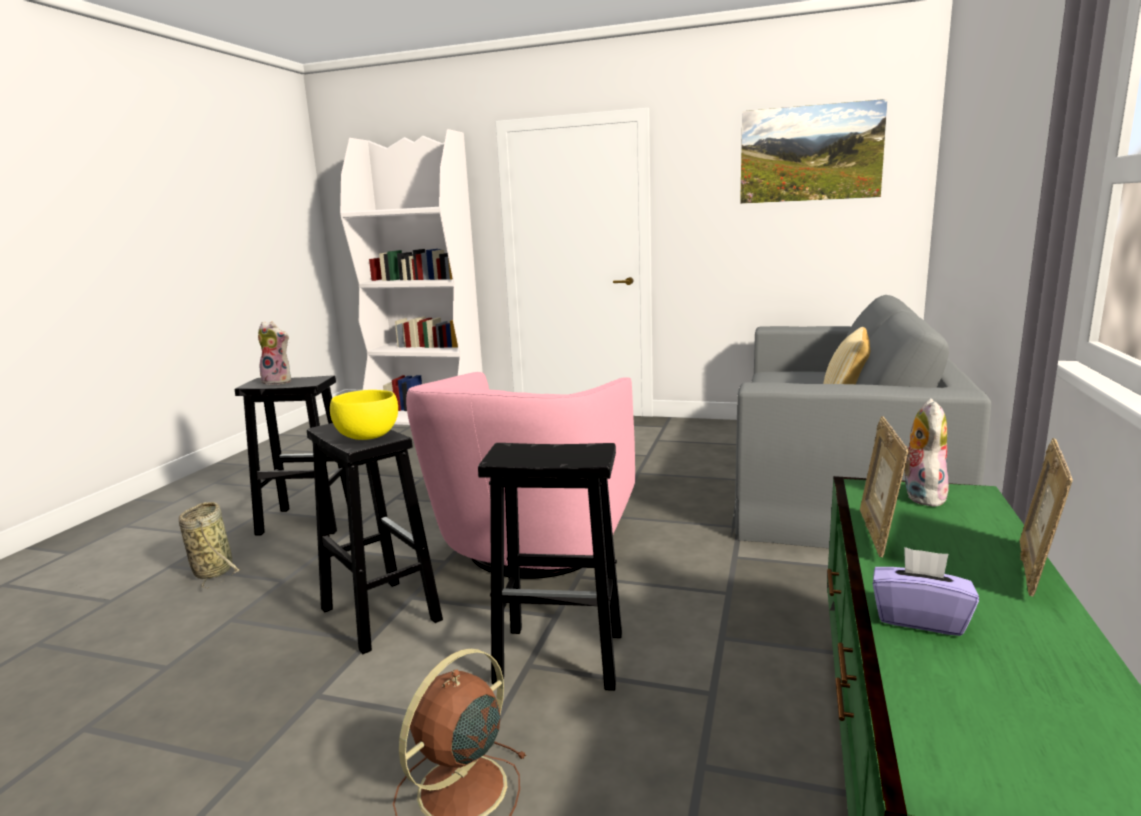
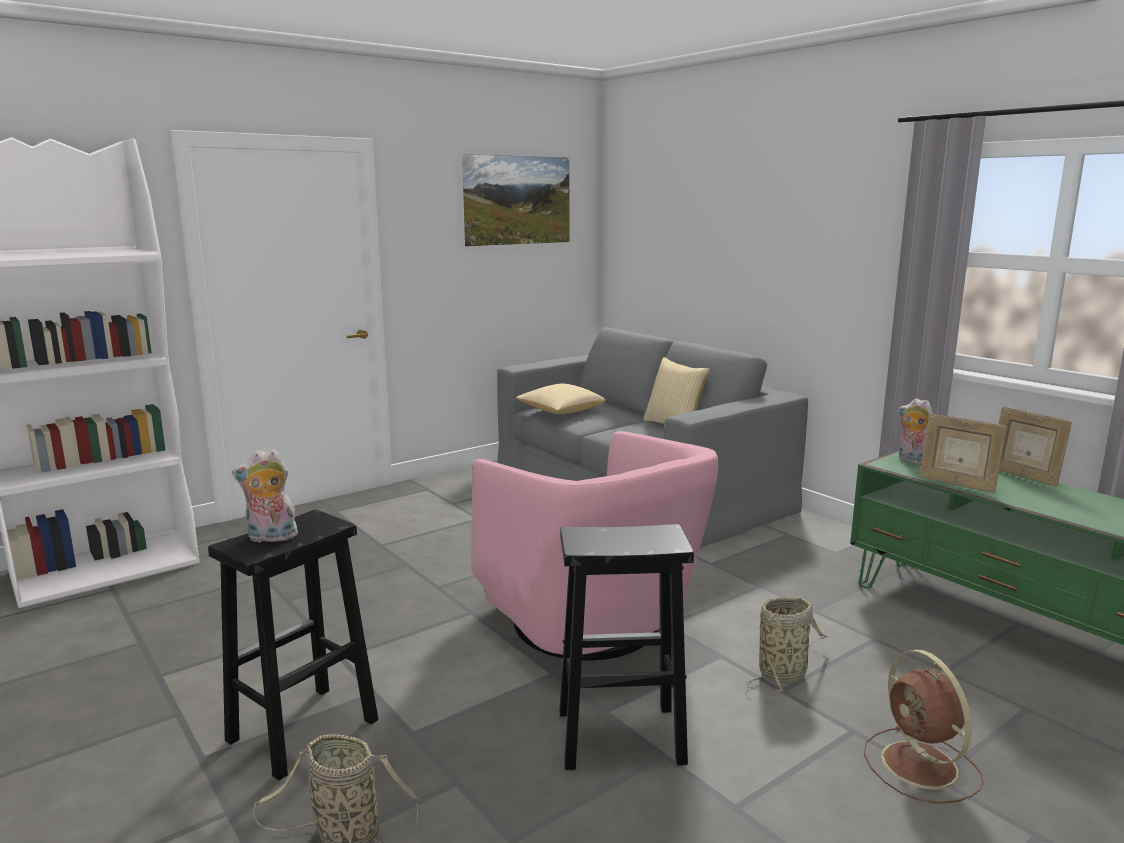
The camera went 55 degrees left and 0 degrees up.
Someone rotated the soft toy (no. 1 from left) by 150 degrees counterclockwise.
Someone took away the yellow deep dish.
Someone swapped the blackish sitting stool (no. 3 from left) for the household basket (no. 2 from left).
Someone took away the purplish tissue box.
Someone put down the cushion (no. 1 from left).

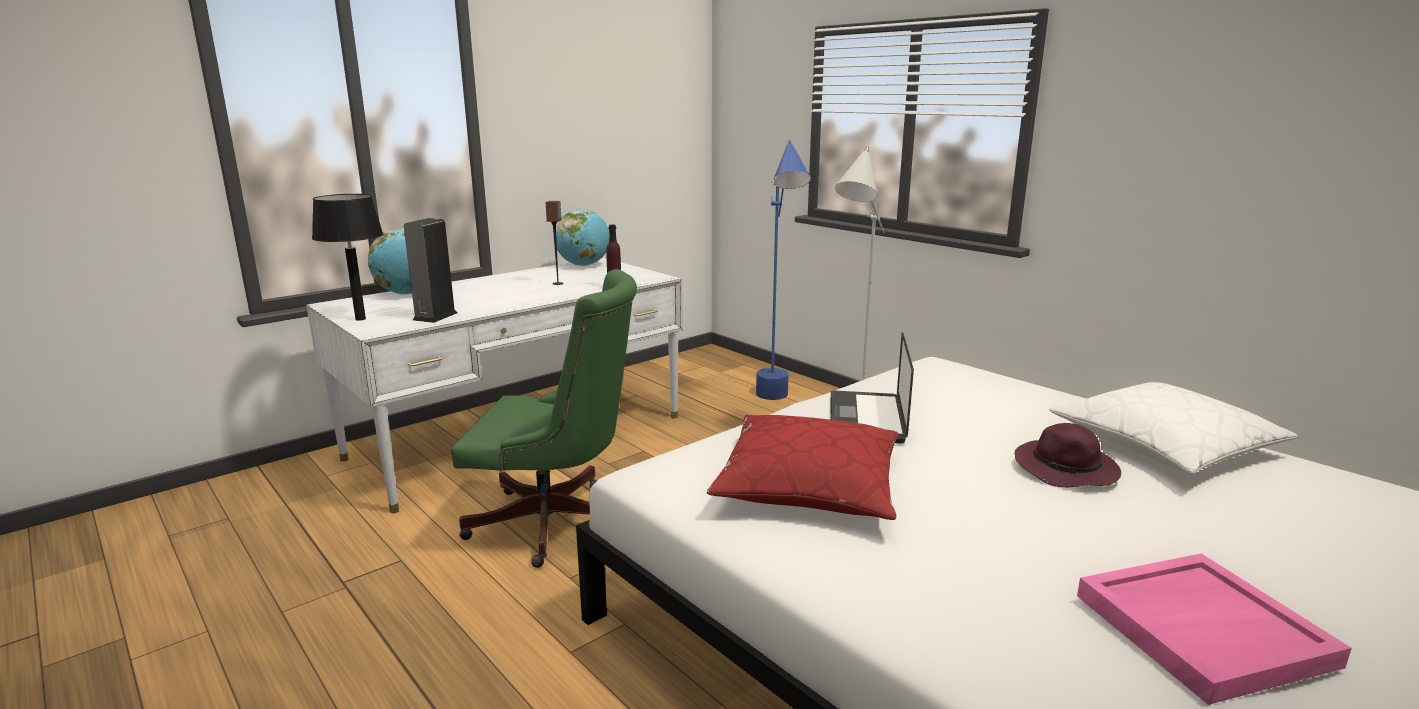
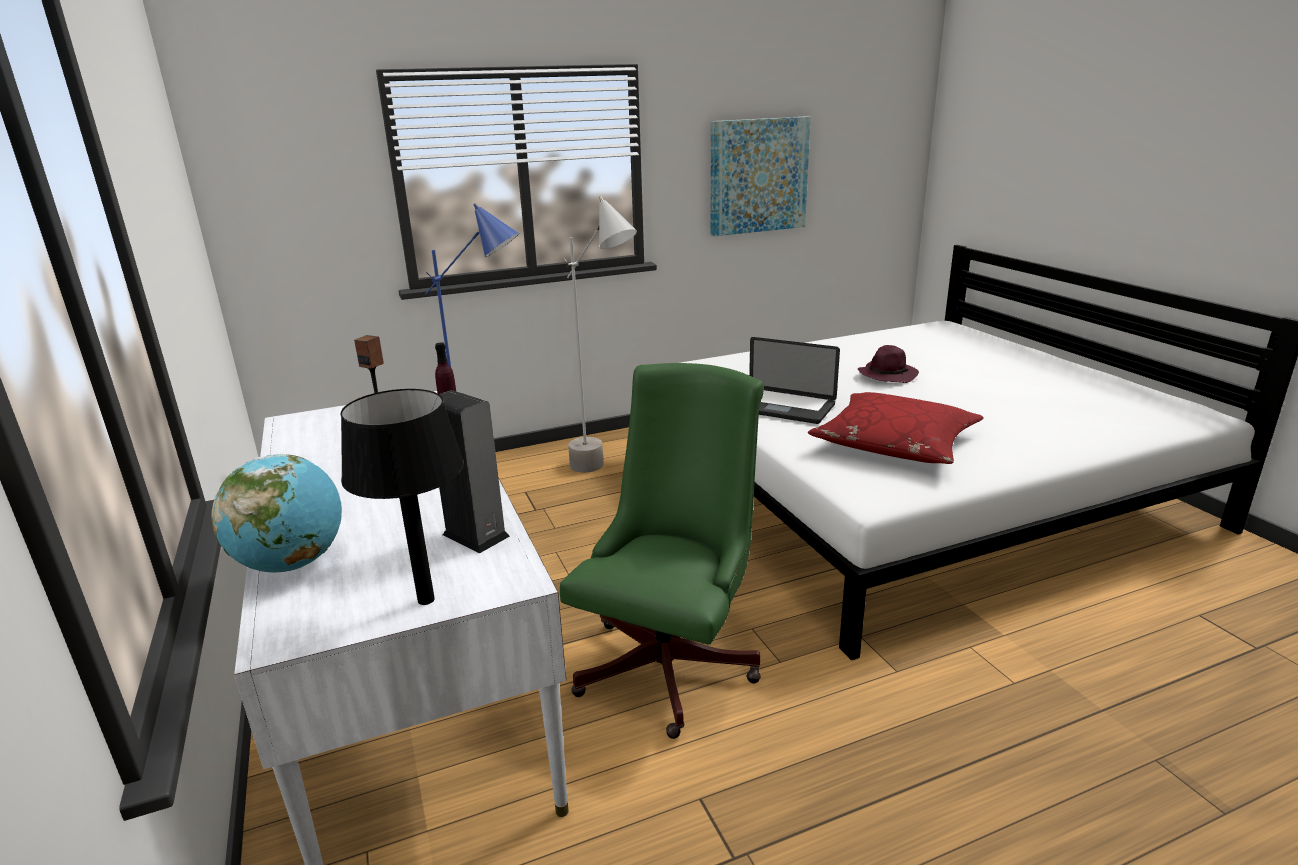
The camera went 70 degrees left and 5 degrees up.
Someone took away the world globe (no. 2 from left).
Someone took away the white cushion.
Someone took away the pinkish carrying tray.
Someone put up the wall art.

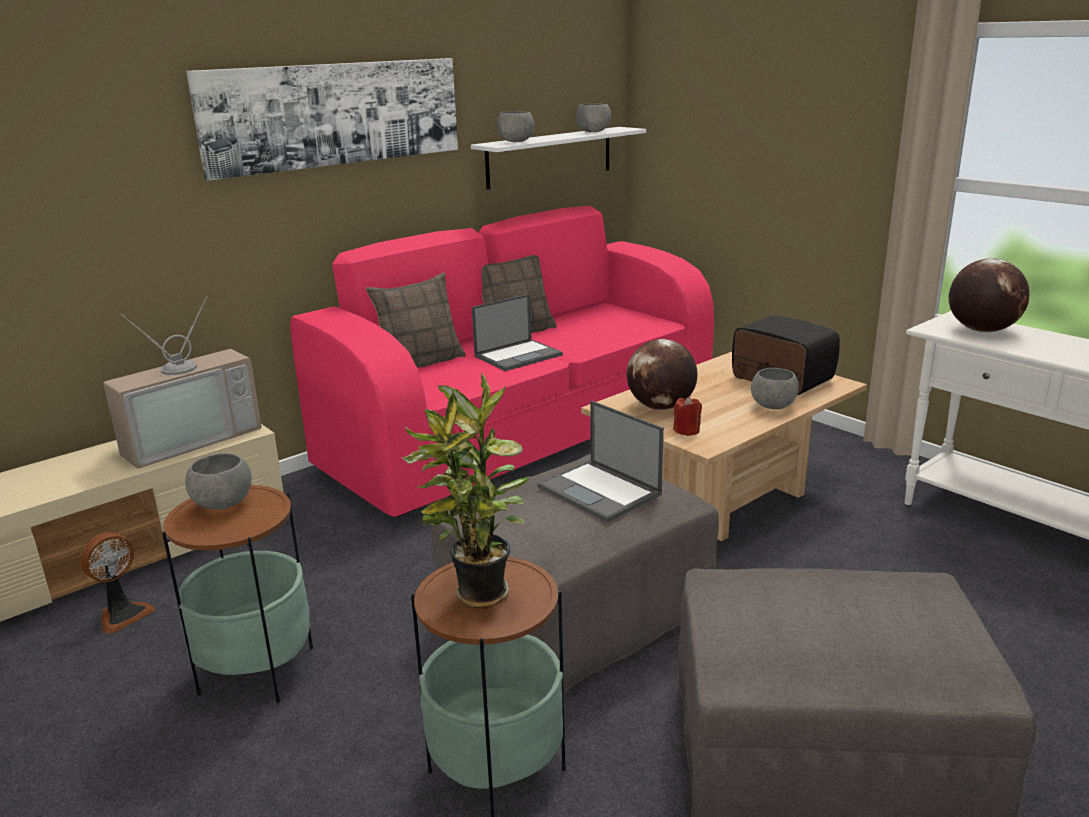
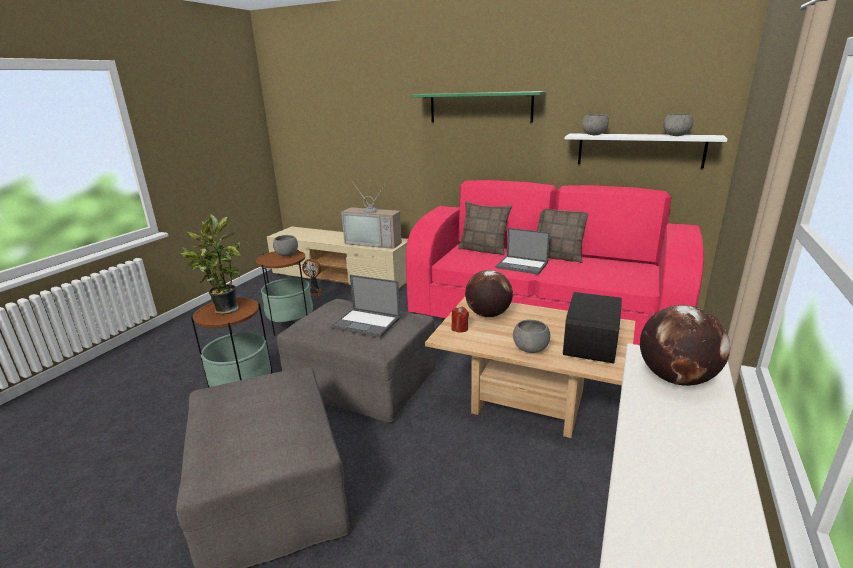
The camera went 65 degrees right and 0 degrees up.
Someone swapped the wall art for the green-coloured shelf.
Someone rotated the notebook computer (no. 2 from left in the first image) by 90 degrees counterclockwise.

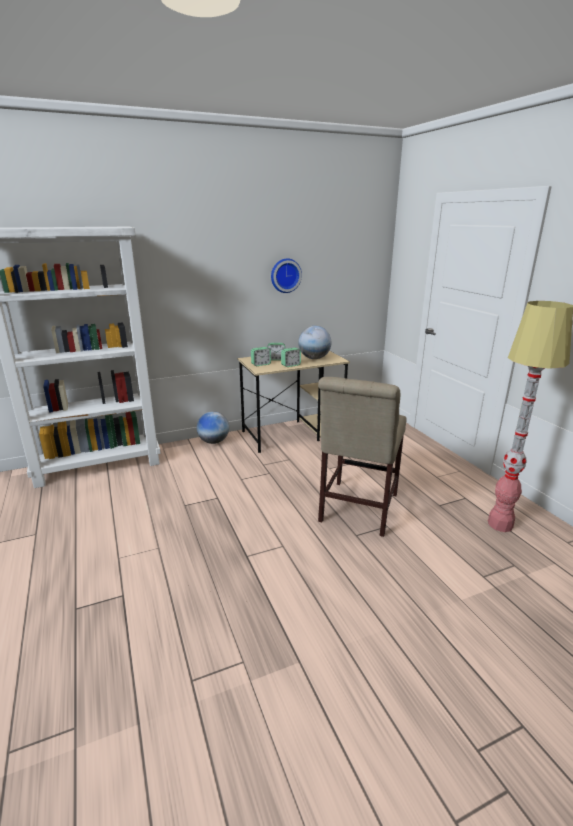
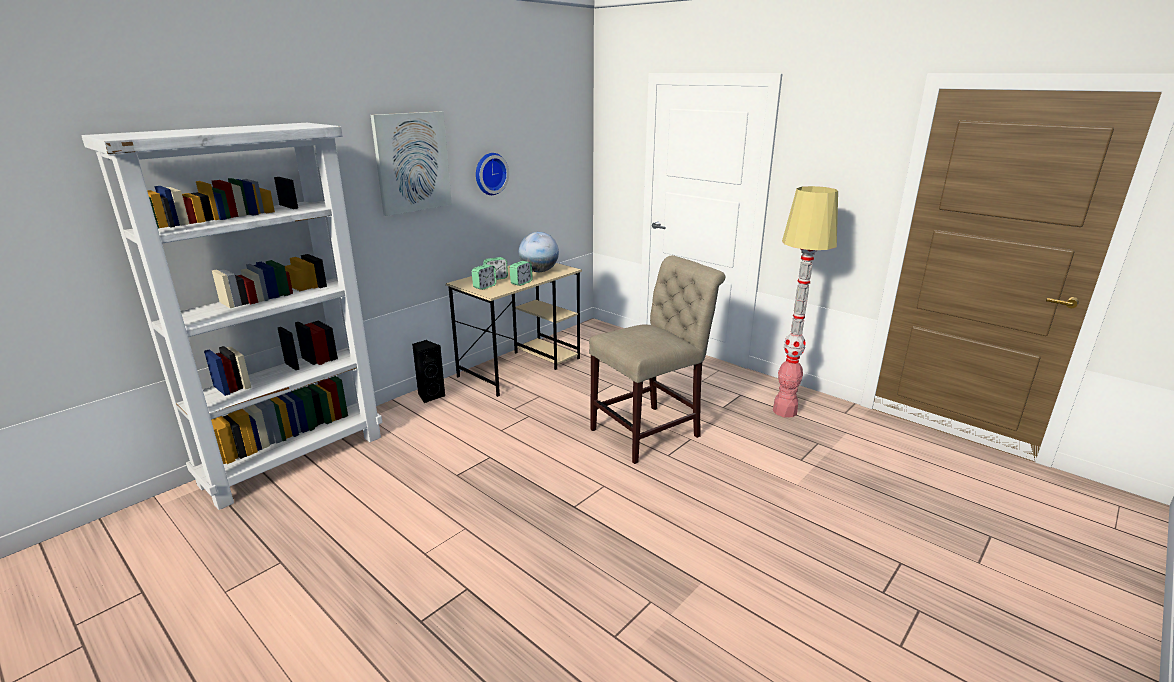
The camera went 25 degrees left and 0 degrees up.
Someone swapped the world globe (no. 1 from left) for the blackish speaker.
Someone rotated the beige chair by 120 degrees counterclockwise.
Someone put up the wall art.

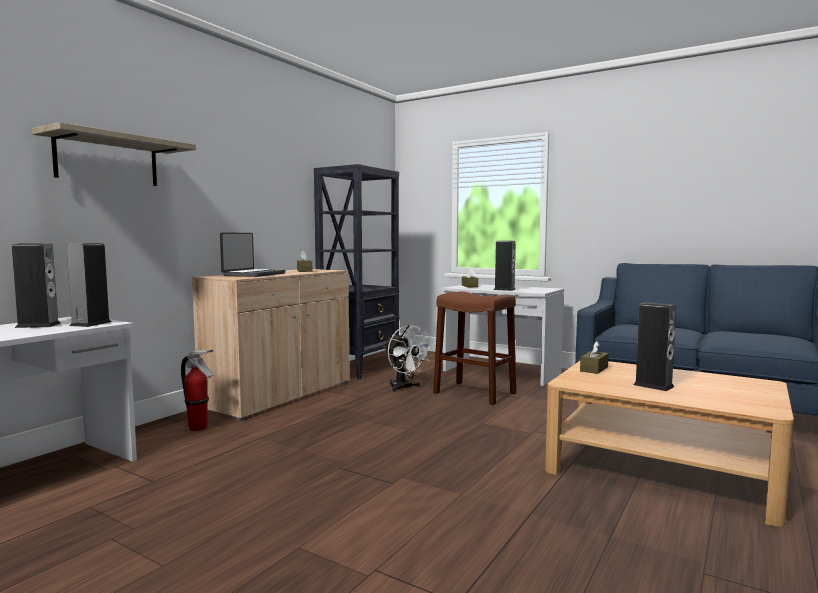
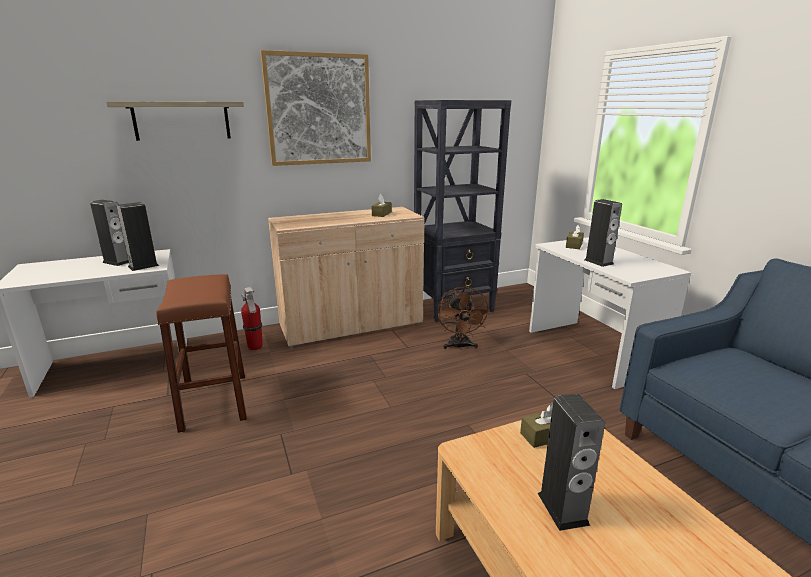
The camera went 35 degrees right and 15 degrees up.
Someone took away the notebook computer.
Someone repainted the white cooling fan, which became the brown-coloured cooling fan.
Someone carried the brown-coloured sitting stool.
Someone put up the wall art.

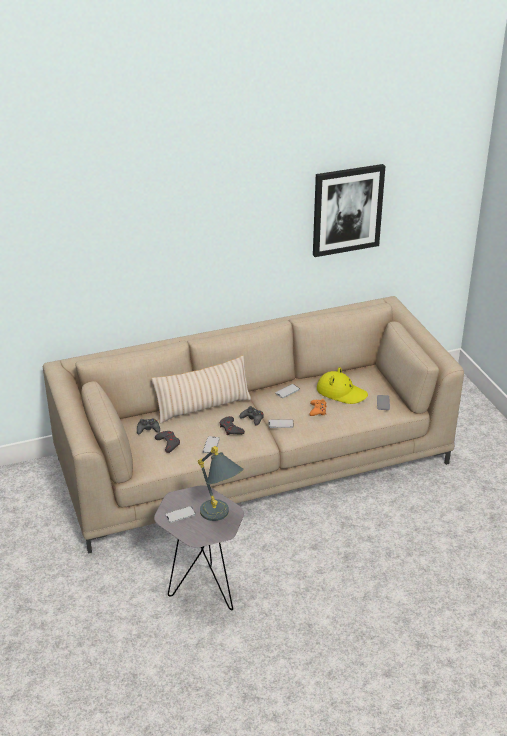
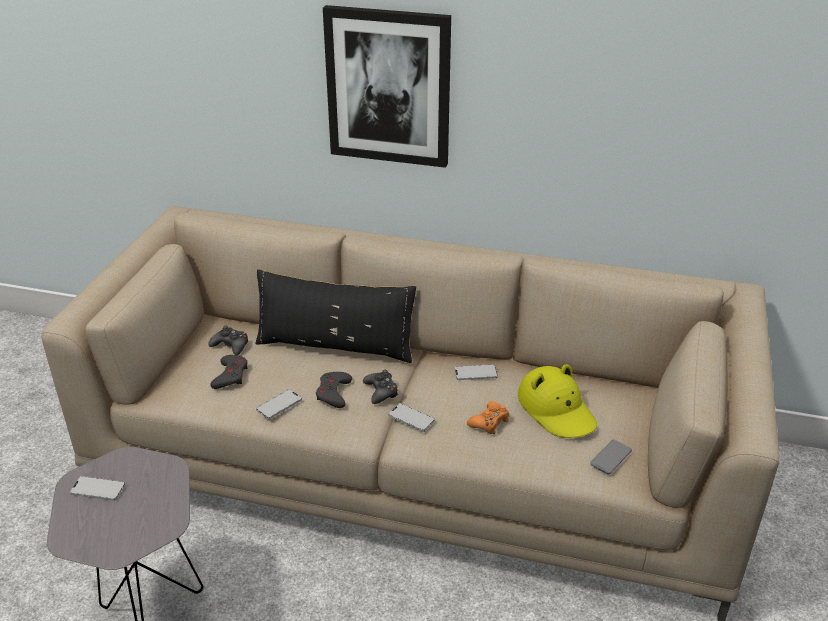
The camera went 35 degrees right and 0 degrees up.
Someone repainted the beige cushion, which became the blackish cushion.
Someone took away the grey table lamp.
Someone carried the wall art.

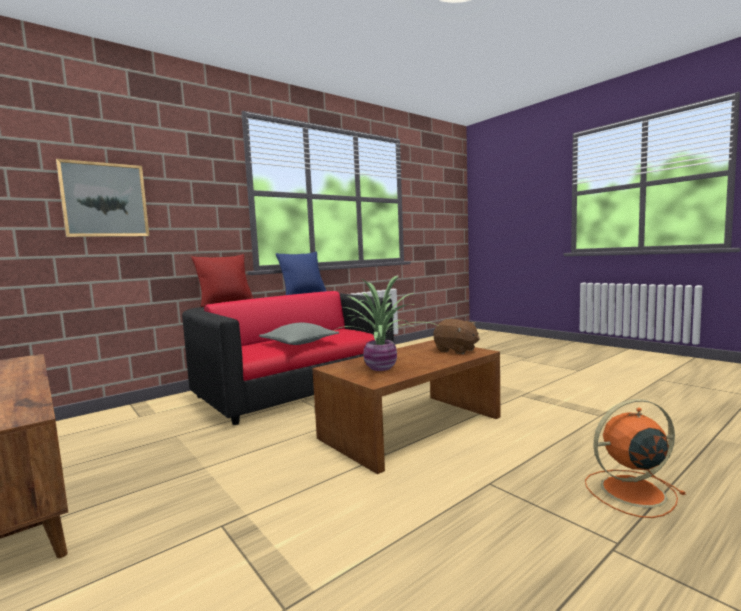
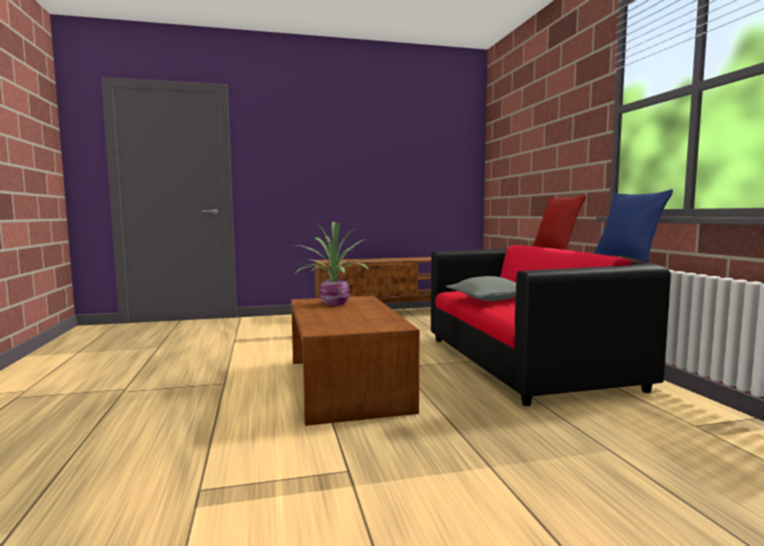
The camera went 115 degrees right and 0 degrees up.
Someone took away the wall art.
Someone took away the brown-coloured soft toy.
Someone took away the orange cooling fan.

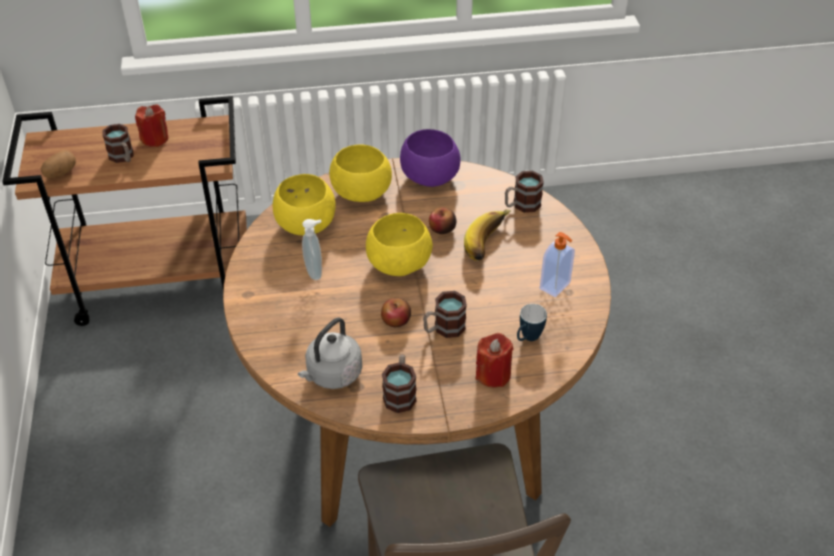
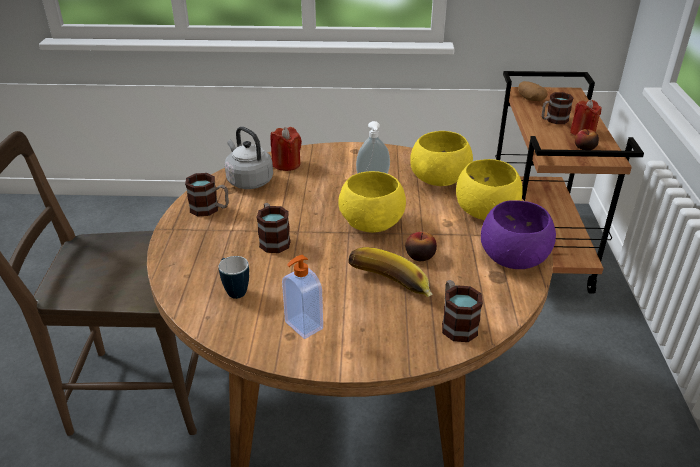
The camera went 100 degrees right and 10 degrees down.
Someone carried the whole apple (no. 1 from left in the first image).
Someone carried the reddish wax light (no. 2 from left in the first image).

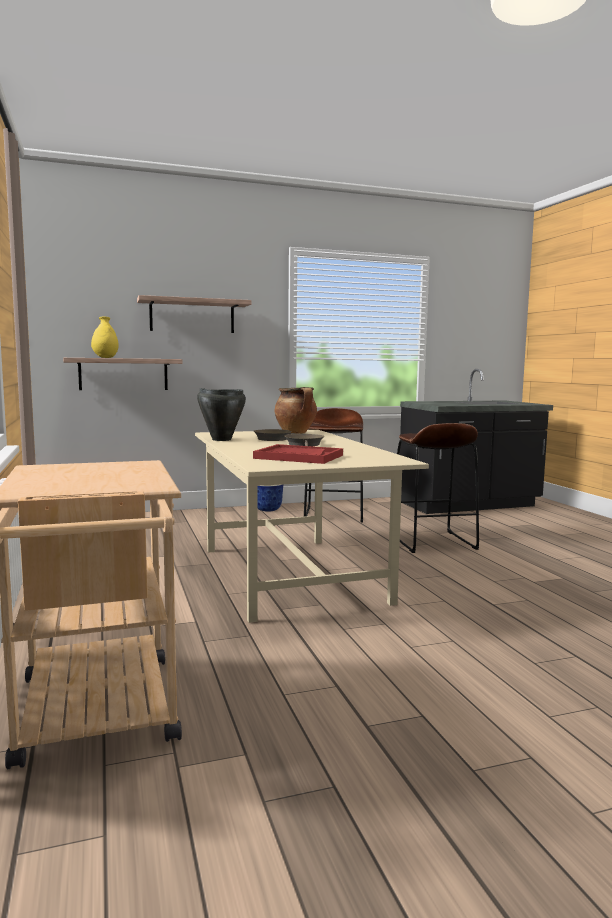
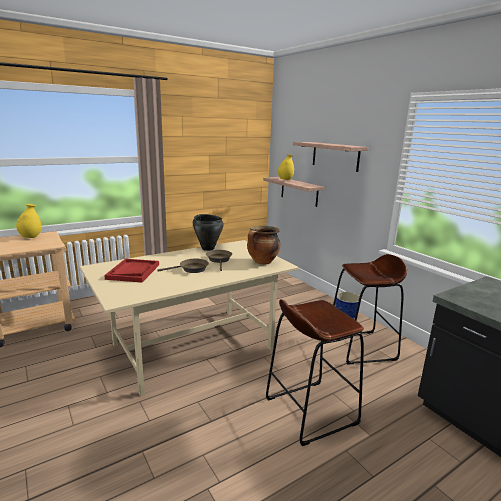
The camera went 75 degrees right and 10 degrees up.
Someone put down the yellow flower vase (no. 1 from left).

